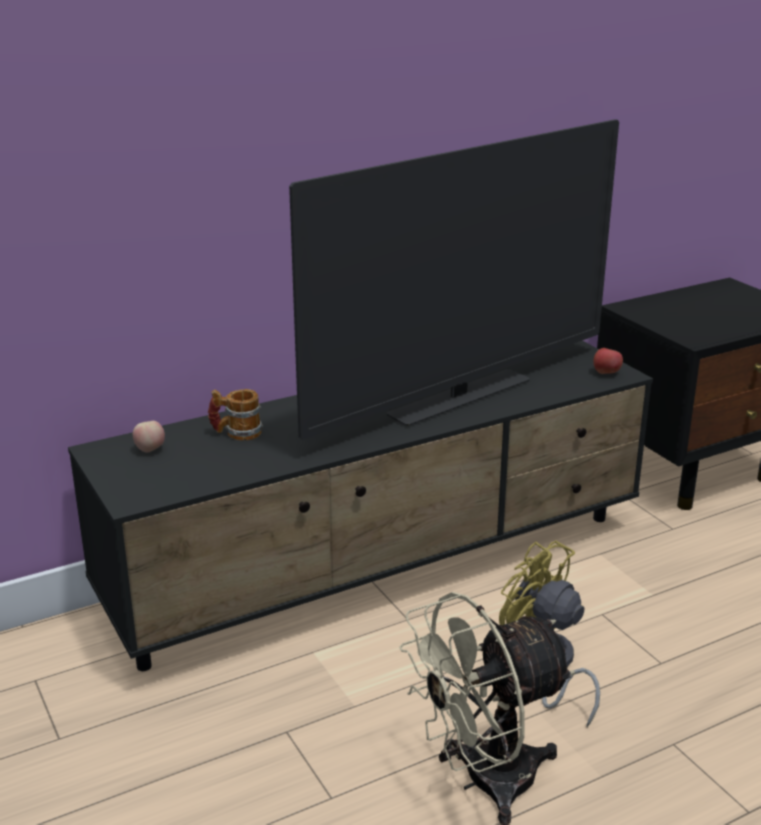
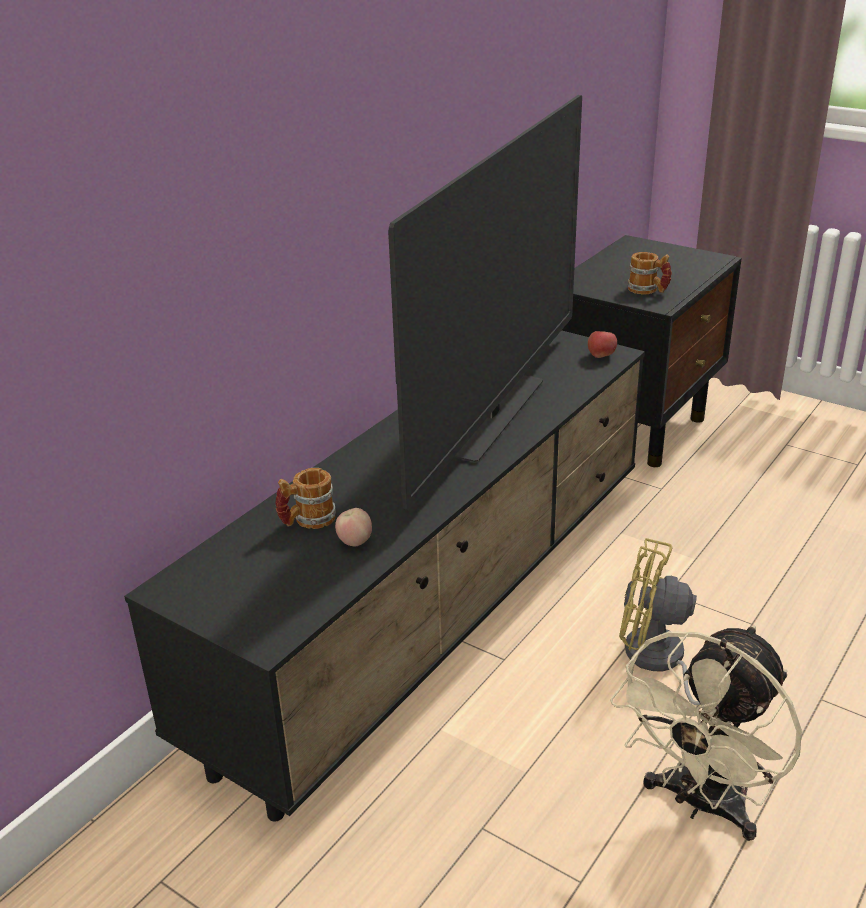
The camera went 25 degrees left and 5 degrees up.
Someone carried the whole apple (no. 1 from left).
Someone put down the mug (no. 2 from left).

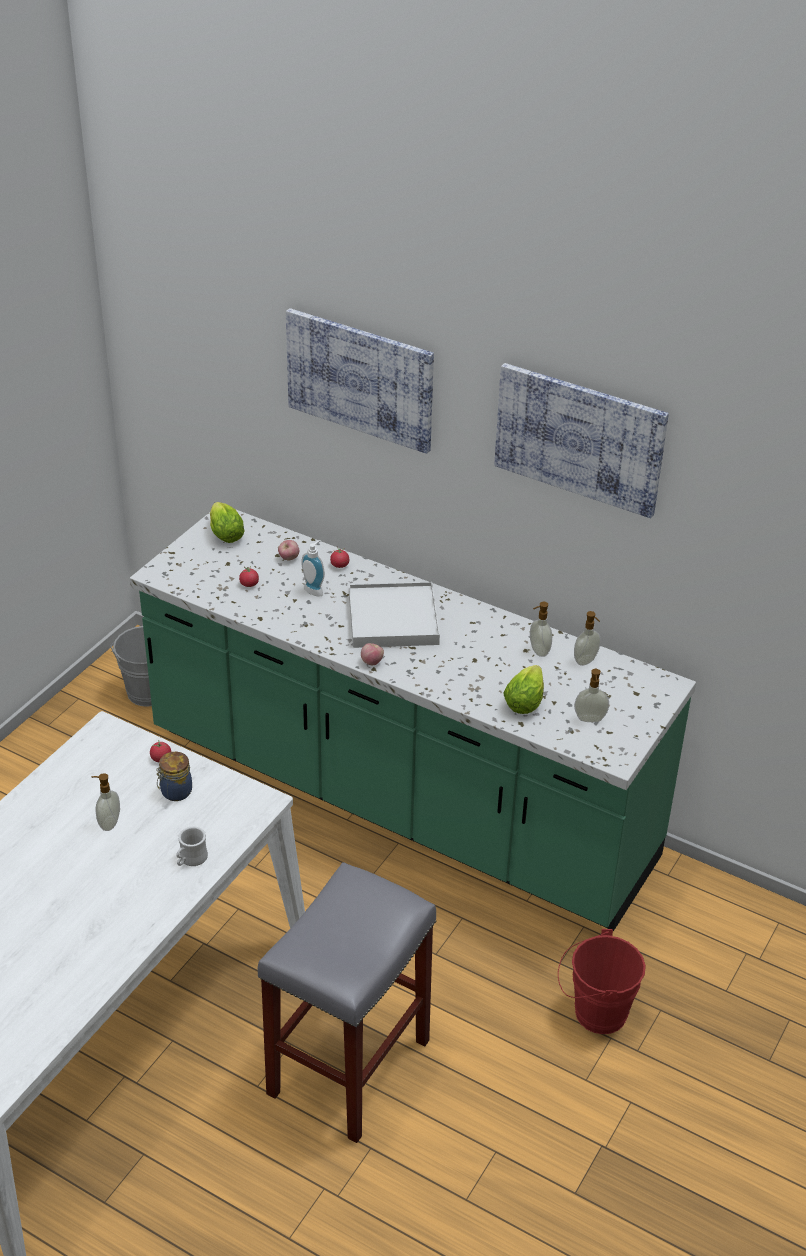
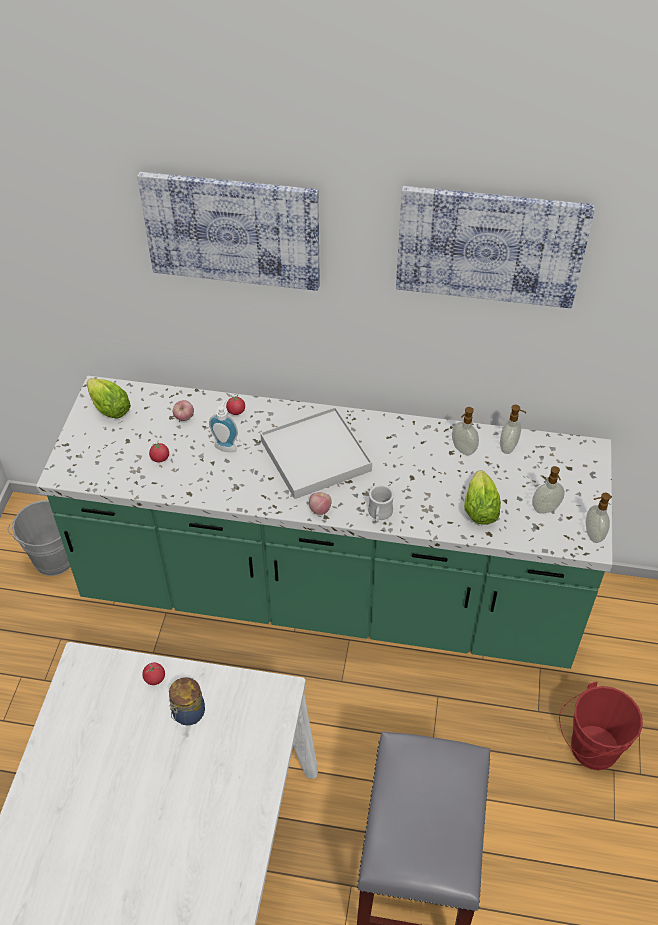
The camera went 20 degrees left and 10 degrees up.
Someone carried the soap bottle (no. 1 from left in the first image).
Someone carried the white mug.

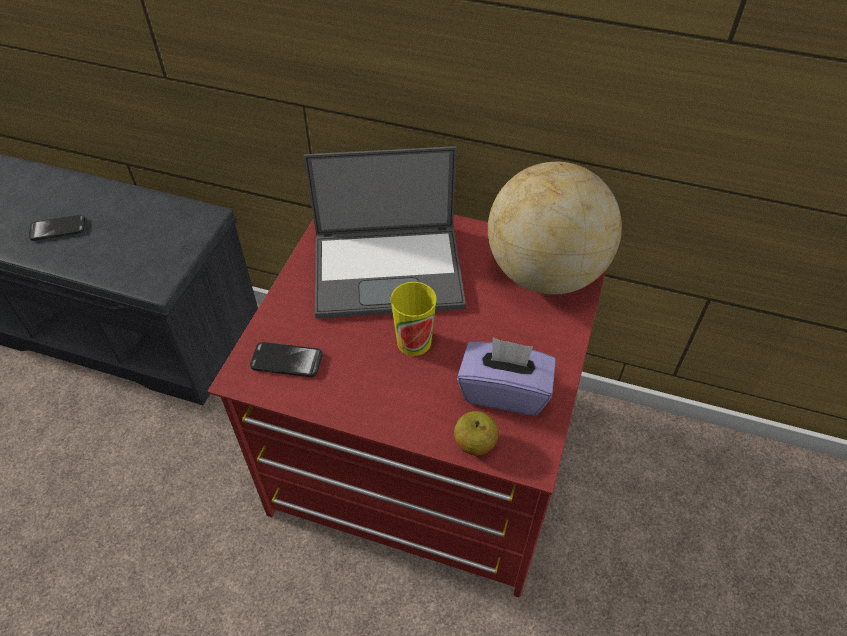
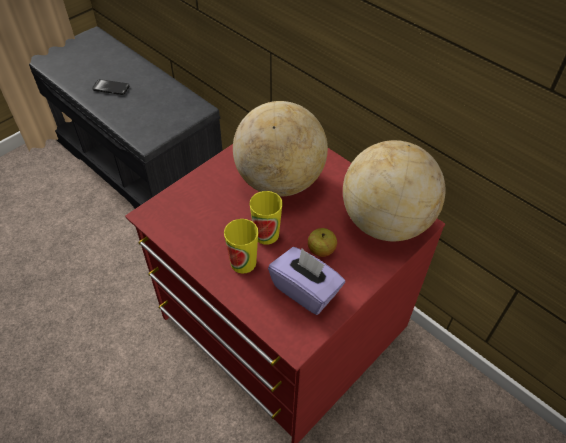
The camera went 25 degrees right and 0 degrees up.
Someone took away the phone (no. 2 from left).
Someone swapped the notebook computer for the world globe (no. 1 from left).
Someone carried the whole apple.
Someone put down the cup (no. 1 from left).

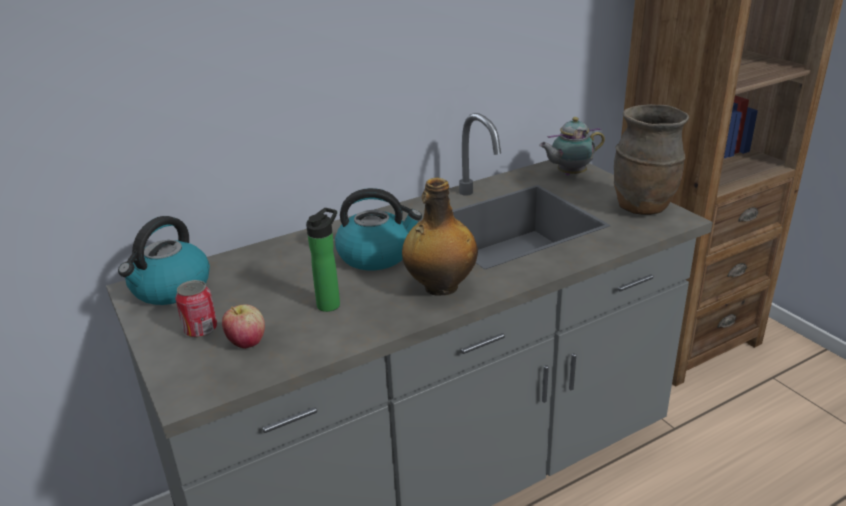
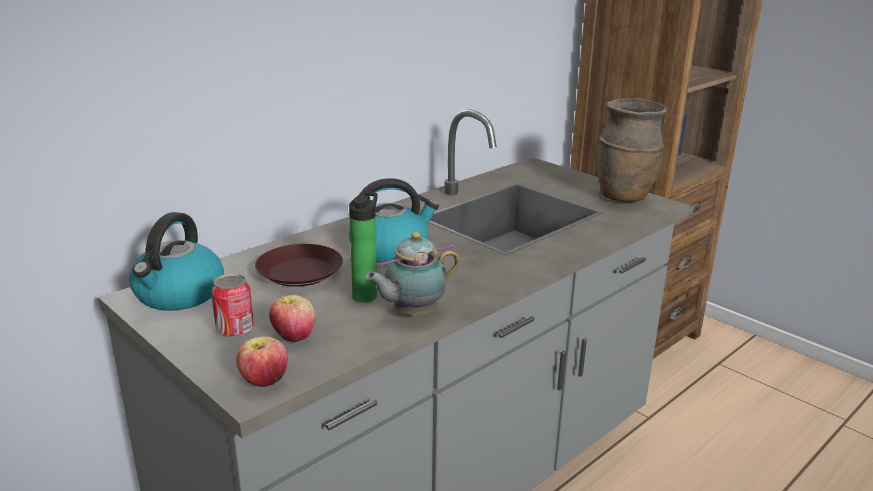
The camera went 15 degrees left and 5 degrees down.
Someone took away the beverage bottle (no. 2 from left).
Someone carried the pot for tea.
Someone put down the whole apple (no. 1 from left).
Someone put down the brown-coloured flat dish.

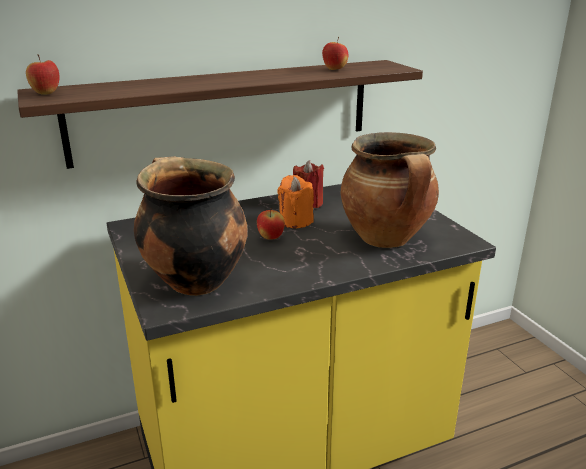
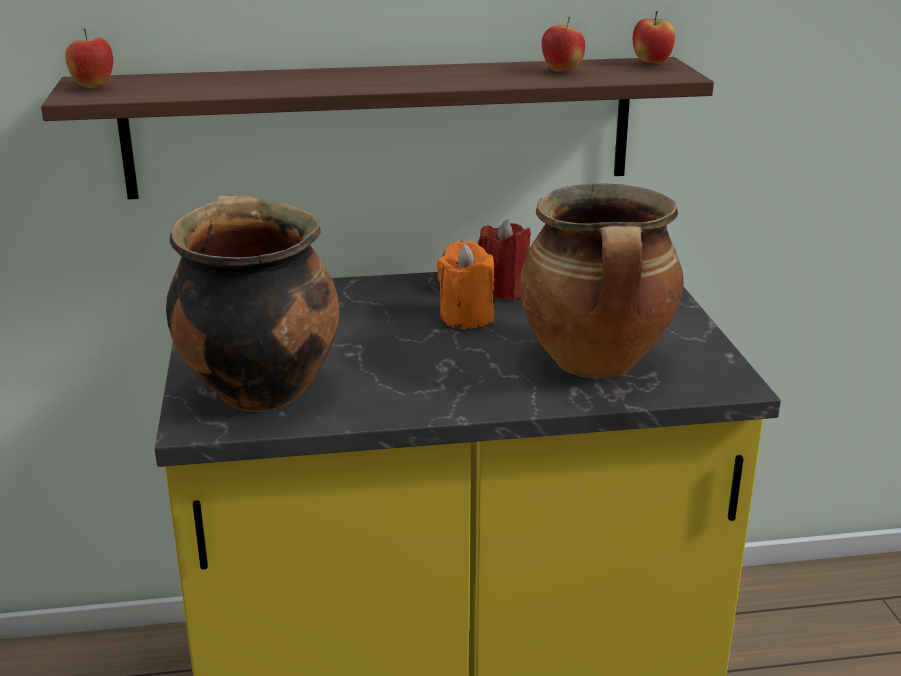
The camera went 15 degrees right and 0 degrees up.
Someone carried the whole apple (no. 2 from left in the first image).

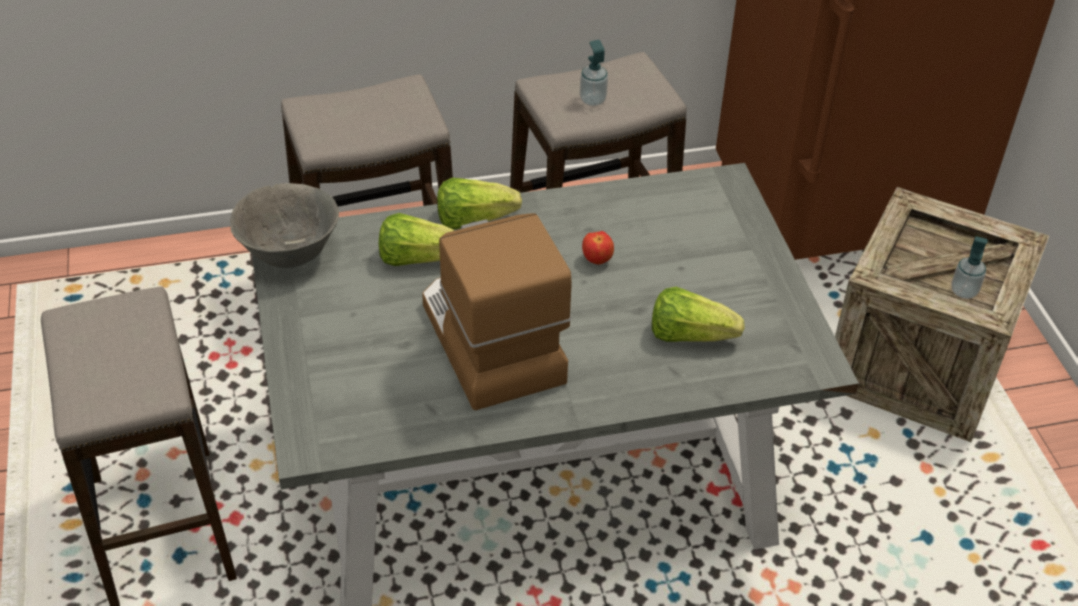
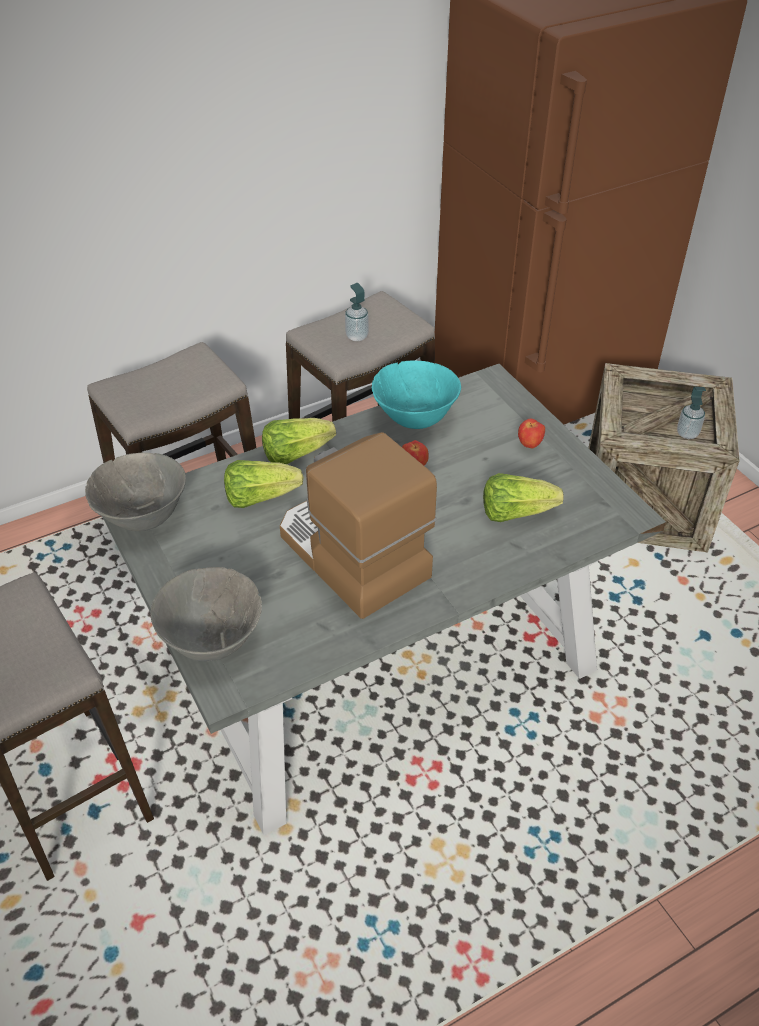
The camera went 15 degrees left and 0 degrees up.
Someone put down the grey deep dish (no. 2 from left).
Someone put down the blue-green deep dish.
Someone put down the whole apple (no. 2 from left).

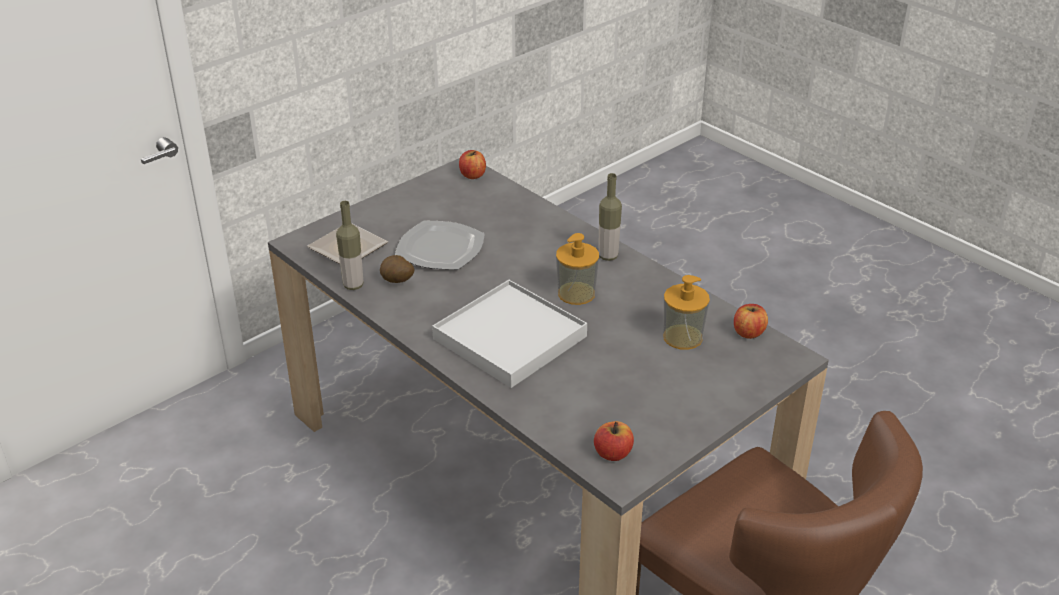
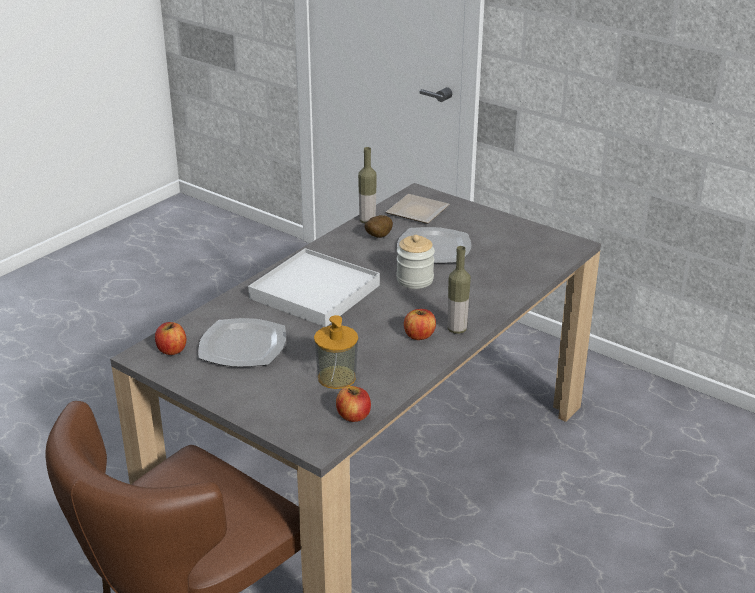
The camera went 80 degrees right and 5 degrees down.
Someone carried the whole apple (no. 1 from left in the first image).
Someone took away the soap bottle (no. 1 from left).
Someone put down the flat dish (no. 1 from left).
Someone put down the preserve jar.

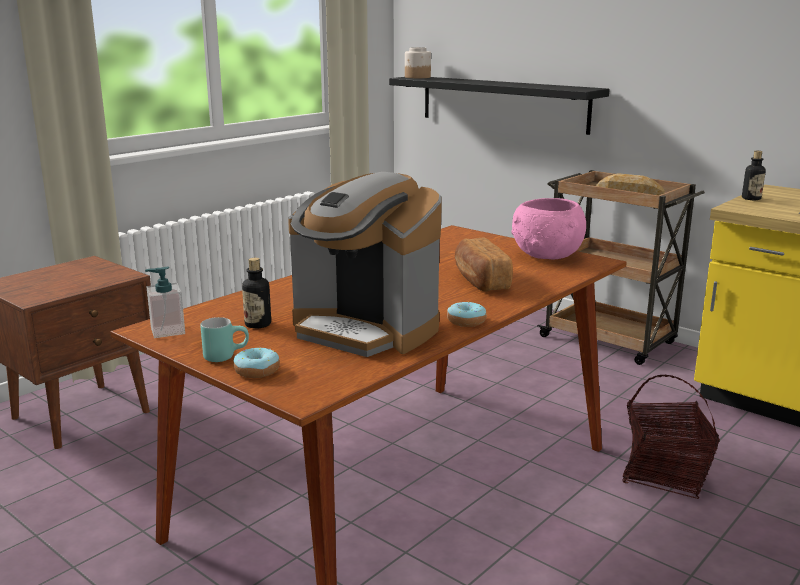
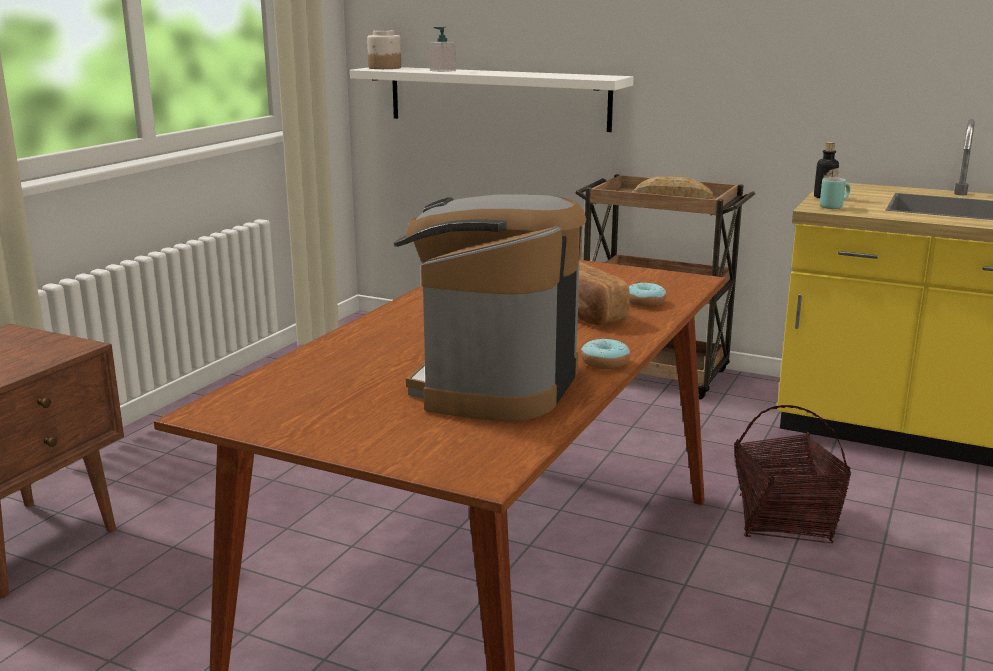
The camera went 15 degrees left and 0 degrees up.
Someone carried the soap bottle.
Someone carried the blue-green mug.
Someone carried the donut (no. 1 from left in the first image).
Someone took away the beverage bottle (no. 1 from left).
Someone rotated the coffee machine by 90 degrees clockwise.
Someone repainted the blackish shelf, which became the white shelf.
Someone took away the pinkish deep dish.

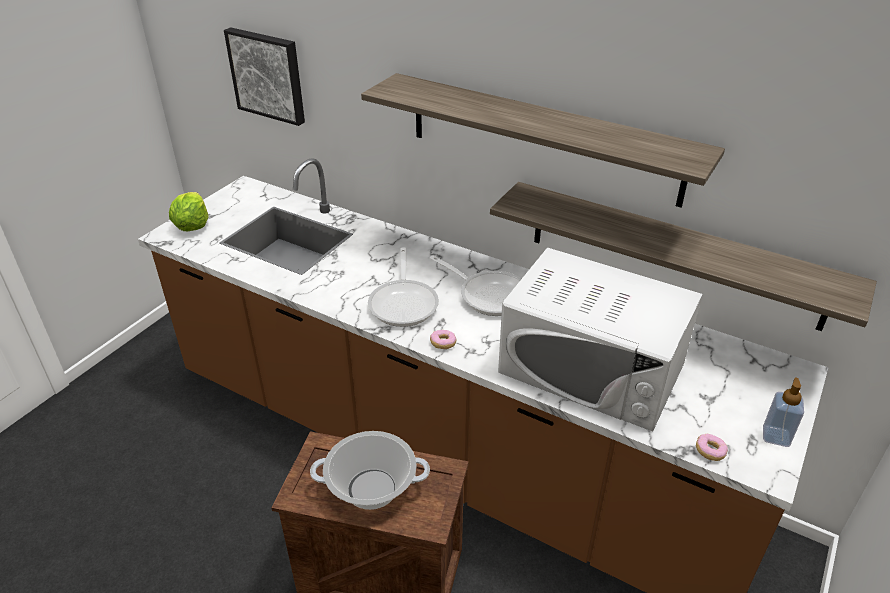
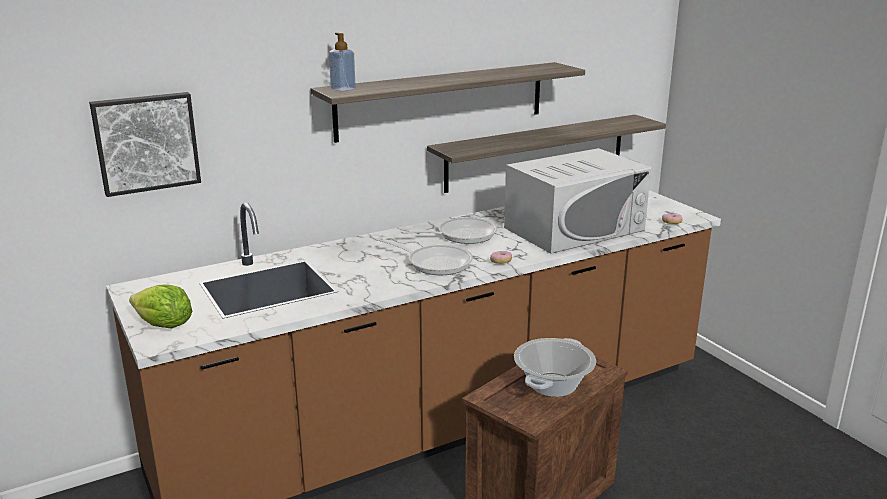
The camera went 60 degrees left and 15 degrees down.
Someone carried the soap bottle.

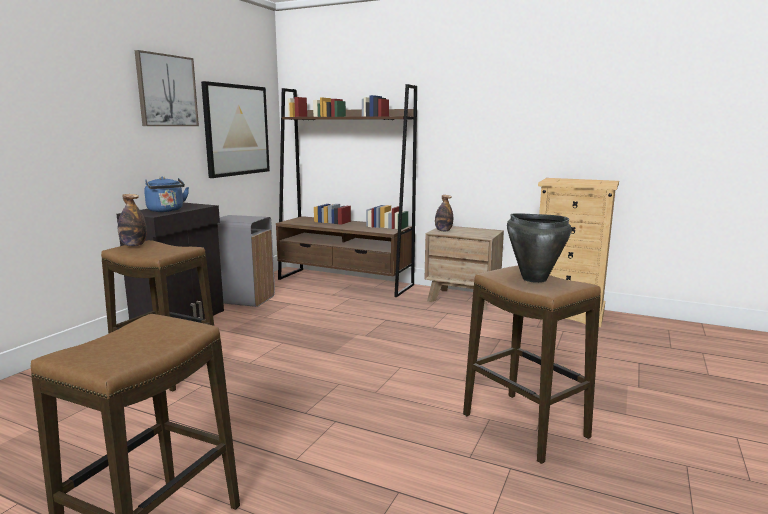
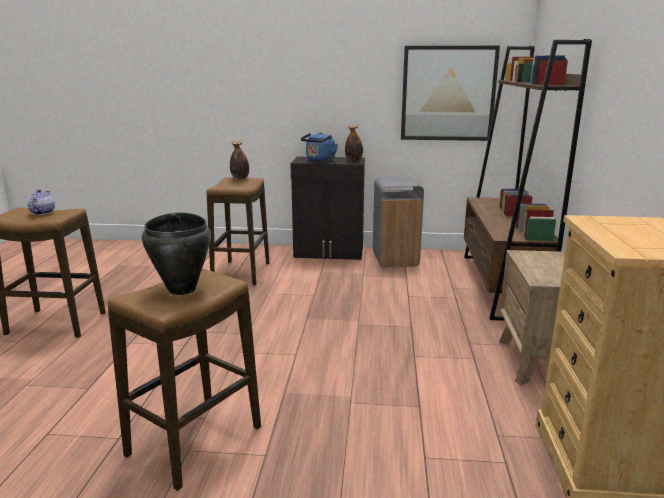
The camera went 70 degrees right and 5 degrees up.
Someone took away the wall art (no. 1 from left).
Someone carried the beverage bottle (no. 2 from left).
Someone put down the pot for tea.

